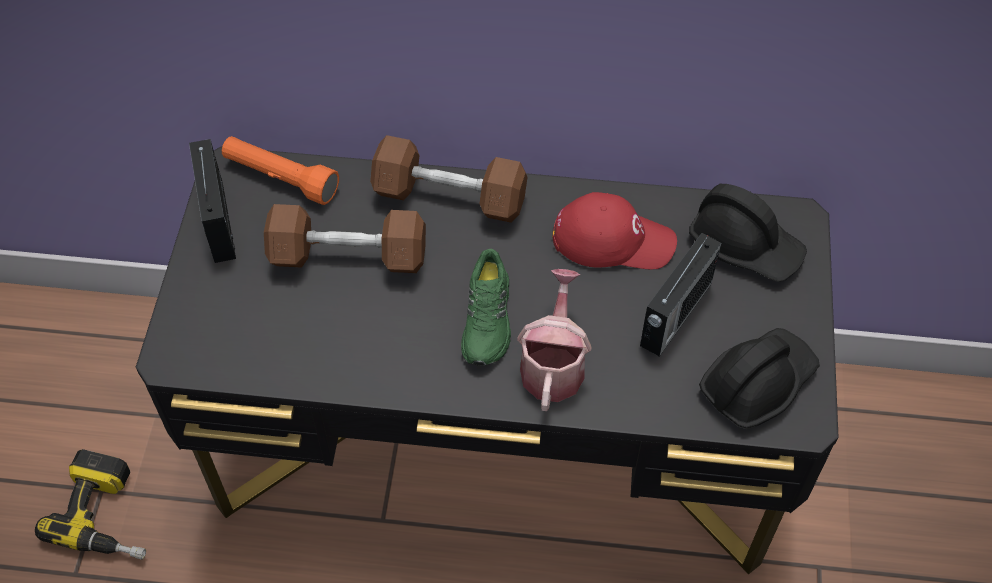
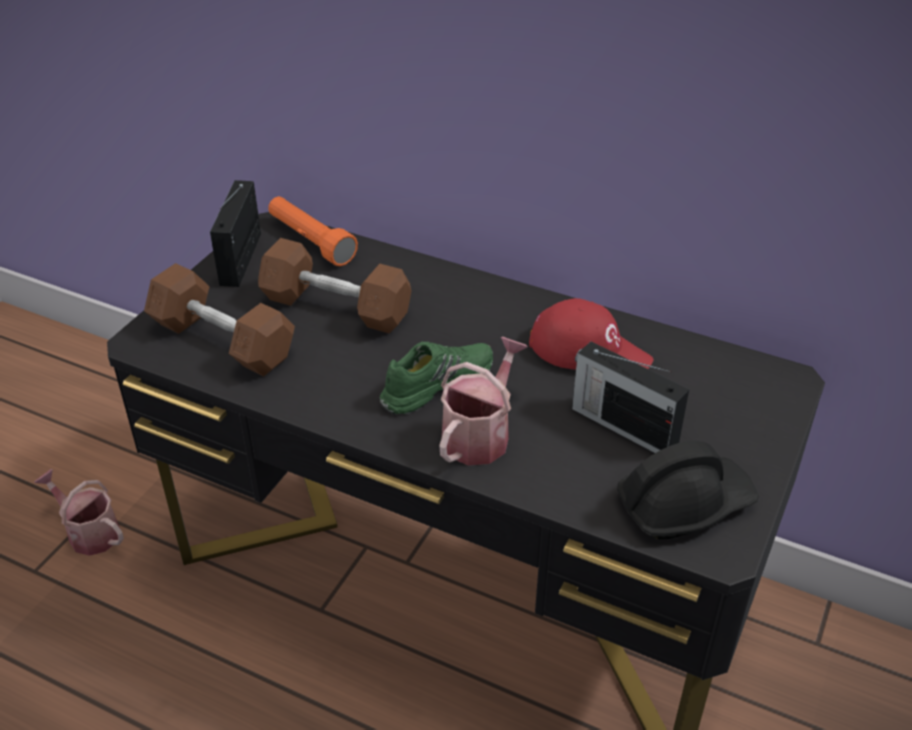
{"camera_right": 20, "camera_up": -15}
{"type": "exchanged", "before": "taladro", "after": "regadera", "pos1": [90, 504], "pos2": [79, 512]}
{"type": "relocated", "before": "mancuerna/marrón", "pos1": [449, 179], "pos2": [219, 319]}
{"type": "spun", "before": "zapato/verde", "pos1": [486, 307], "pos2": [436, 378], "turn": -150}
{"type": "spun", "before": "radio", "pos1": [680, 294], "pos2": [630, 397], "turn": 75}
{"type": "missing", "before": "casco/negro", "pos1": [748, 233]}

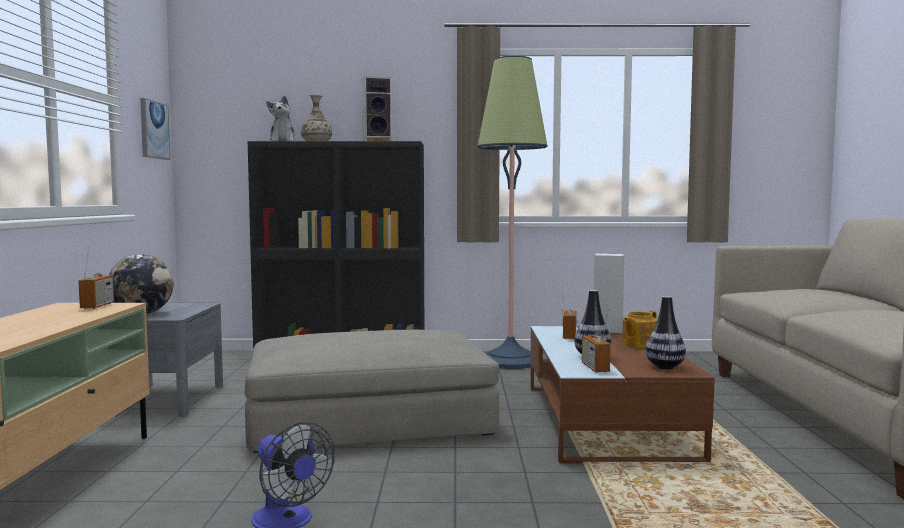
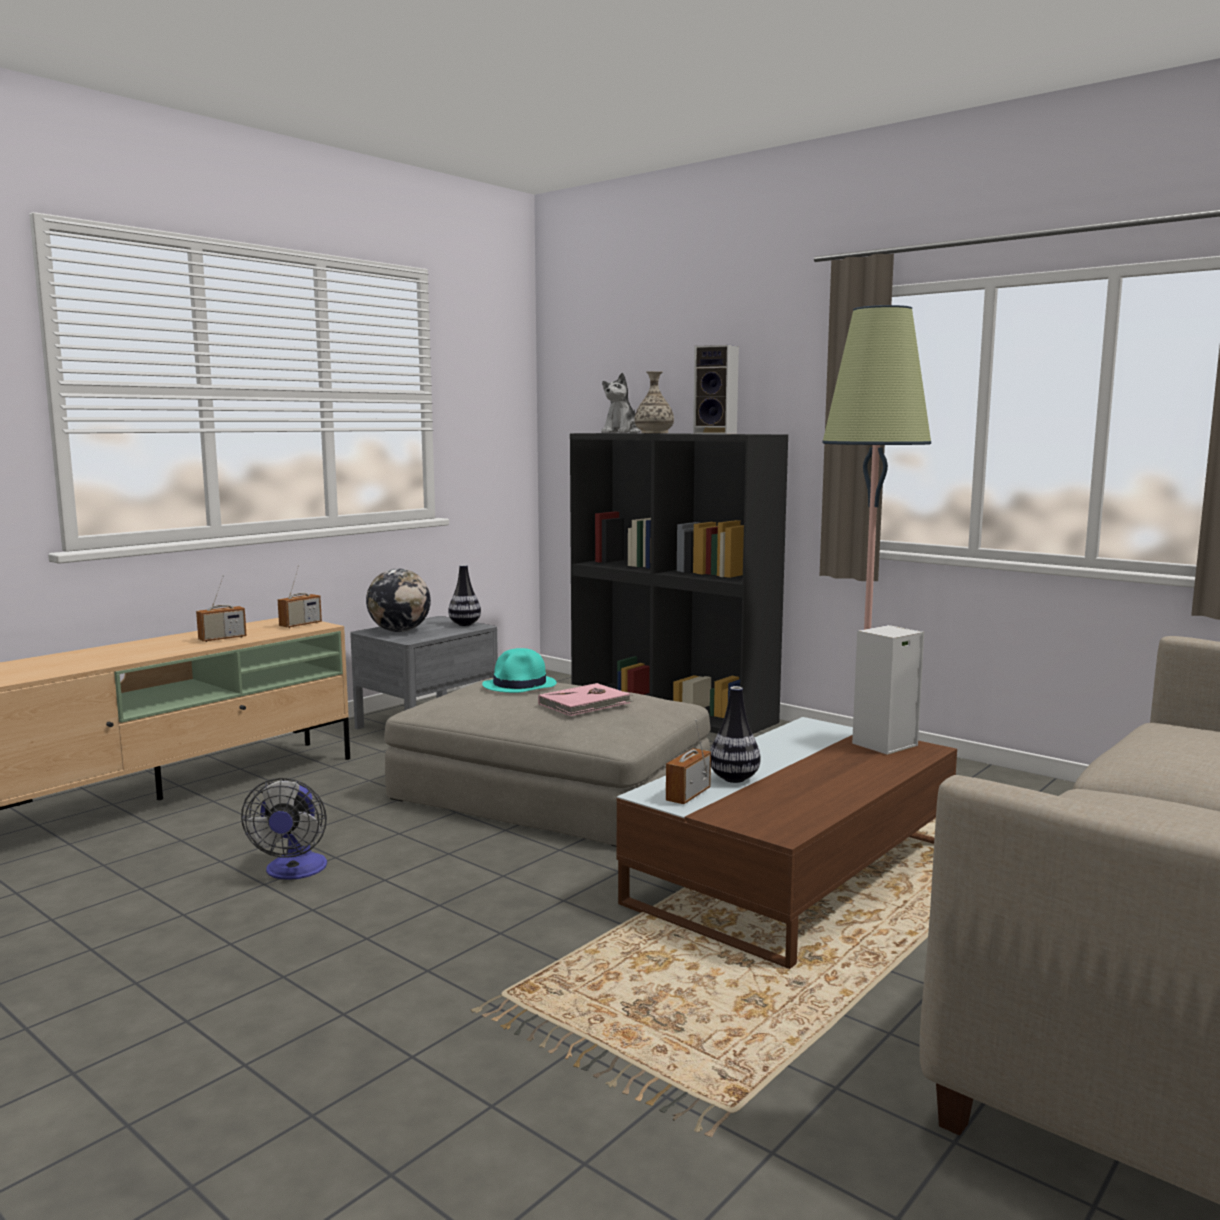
{"camera_right": 40, "camera_up": 5}
{"type": "relocated", "before": "radio", "pos1": [570, 313], "pos2": [221, 608]}
{"type": "relocated", "before": "florero", "pos1": [666, 332], "pos2": [464, 595]}
{"type": "appeared", "after": "sombrero/turquesa", "pos2": [519, 670]}
{"type": "appeared", "after": "libro/rosa", "pos2": [586, 699]}
{"type": "missing", "before": "cuadro", "pos1": [155, 129]}
{"type": "missing", "before": "tetera", "pos1": [640, 329]}

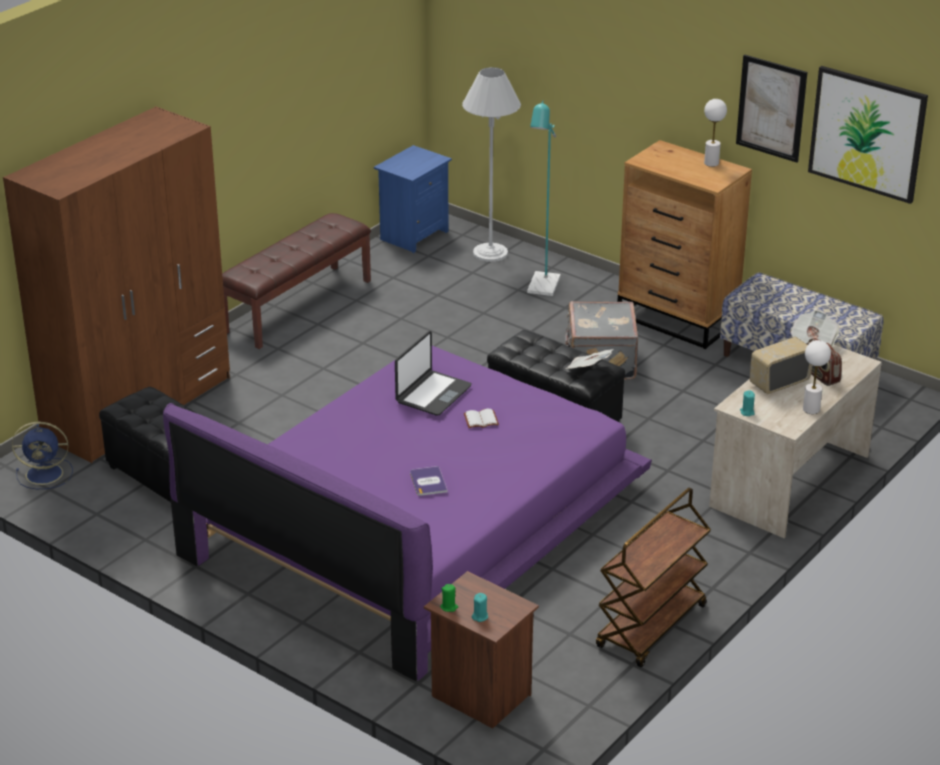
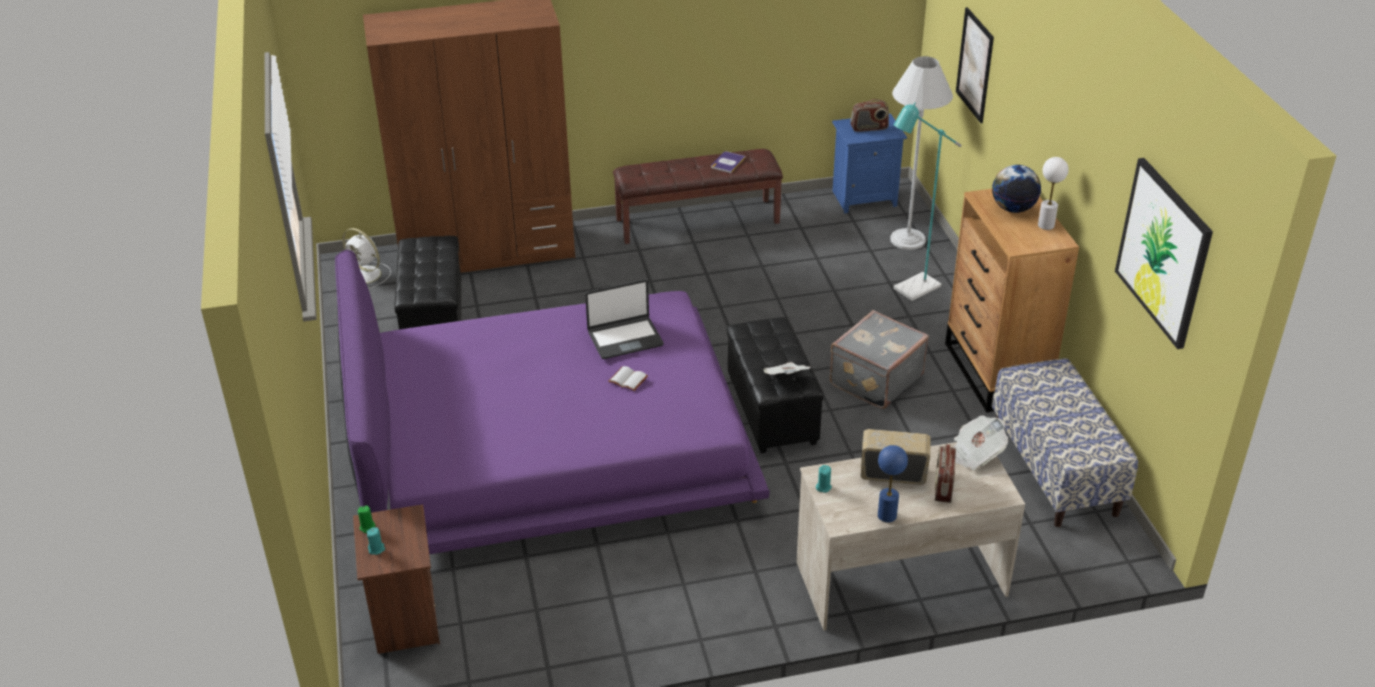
{"camera_right": 40, "camera_up": 5}
{"type": "colour", "before": "ventilador/azul", "after": "ventilador/blanco", "pos1": [42, 455], "pos2": [366, 258]}
{"type": "relocated", "before": "libro", "pos1": [429, 481], "pos2": [728, 162]}
{"type": "appeared", "after": "radio", "pos2": [869, 115]}
{"type": "colour", "before": "lámpara de mesa/blanco", "after": "lámpara de mesa/azul", "pos1": [817, 377], "pos2": [893, 484]}
{"type": "relocated", "before": "cuadro", "pos1": [771, 108], "pos2": [975, 65]}
{"type": "appeared", "after": "globo terráqueo", "pos2": [1016, 189]}
{"type": "missing", "before": "carrito/marrón", "pos1": [653, 577]}

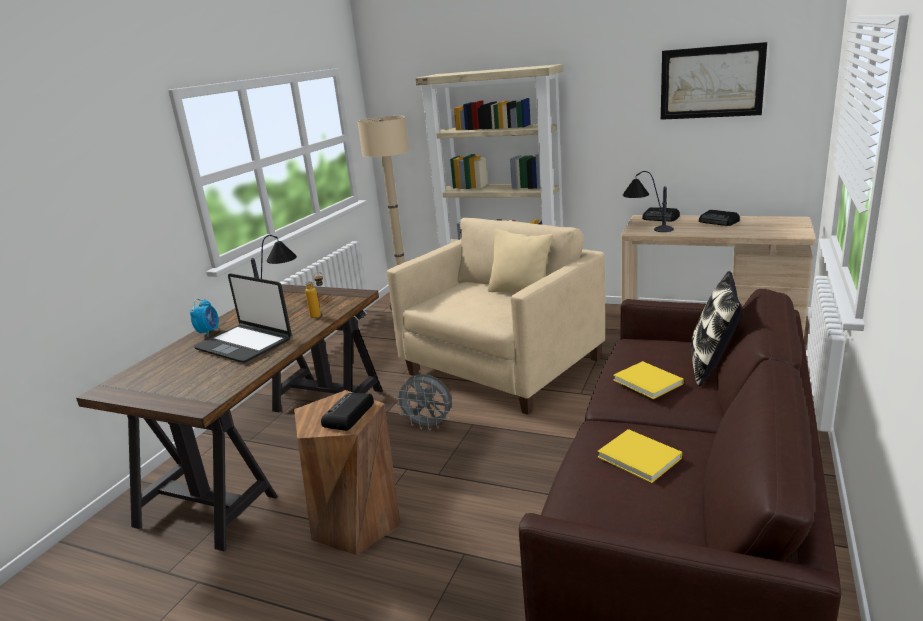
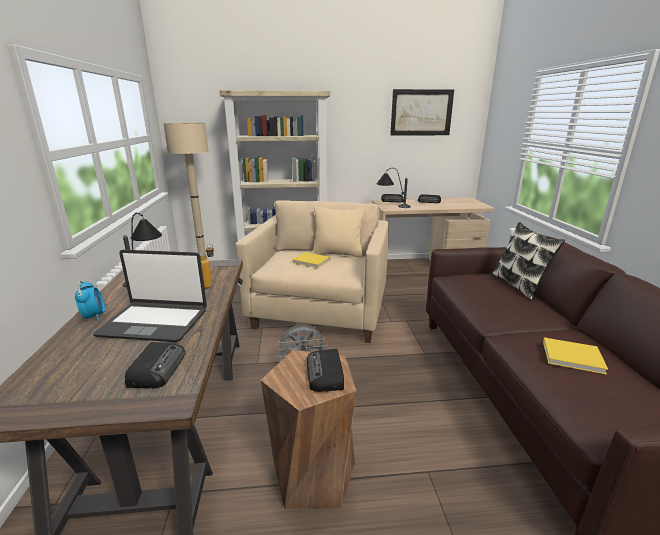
{"camera_right": -30, "camera_up": 0}
{"type": "appeared", "after": "radio", "pos2": [155, 365]}
{"type": "relocated", "before": "libro/amarillo", "pos1": [649, 380], "pos2": [311, 260]}

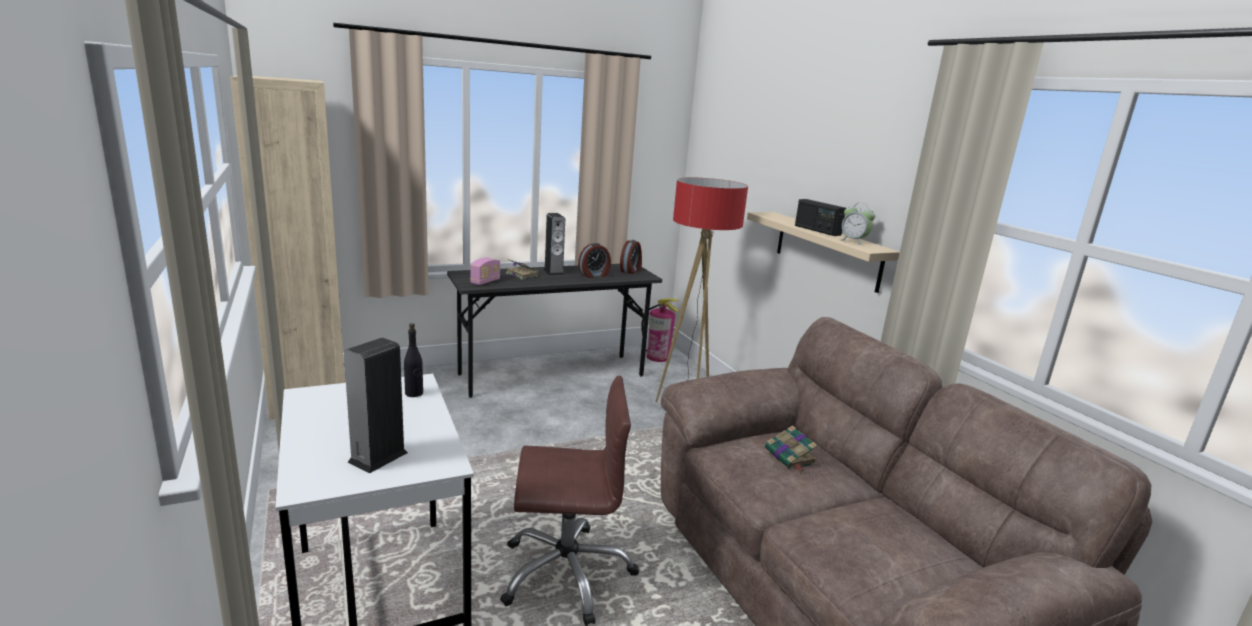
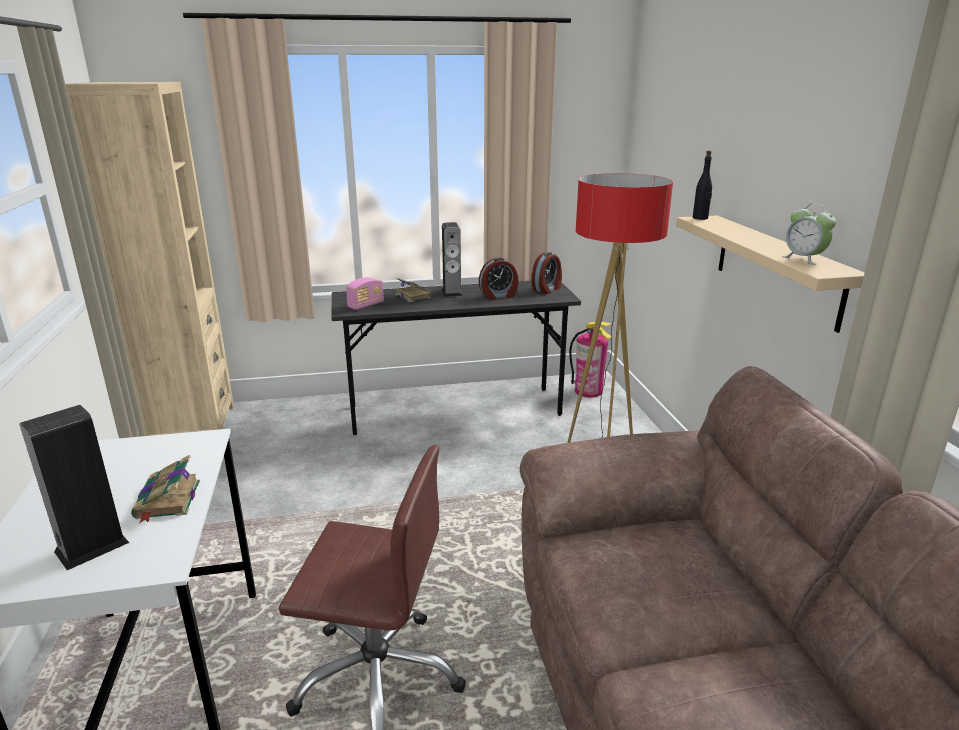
{"camera_right": 15, "camera_up": 5}
{"type": "relocated", "before": "libro", "pos1": [791, 448], "pos2": [165, 489]}
{"type": "relocated", "before": "botella/negro", "pos1": [413, 360], "pos2": [702, 185]}
{"type": "missing", "before": "radio", "pos1": [820, 217]}

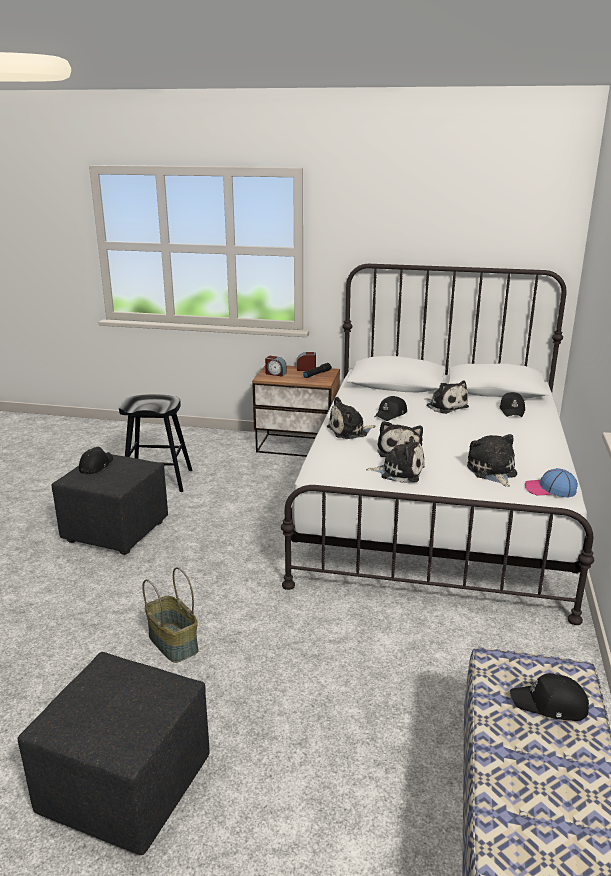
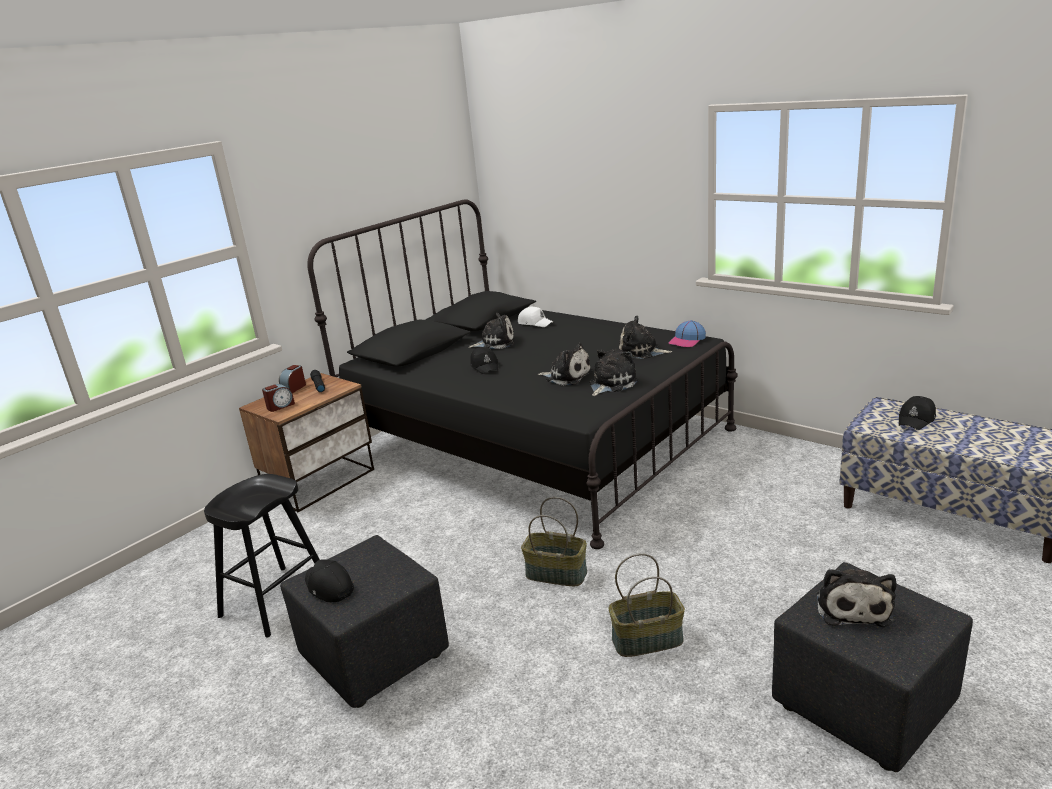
{"camera_right": -60, "camera_up": 0}
{"type": "colour", "before": "cama/blanco", "after": "cama/negro", "pos1": [437, 444], "pos2": [522, 374]}
{"type": "colour", "before": "gorra/negro", "after": "gorra/blanco", "pos1": [512, 404], "pos2": [535, 316]}
{"type": "appeared", "after": "cesta", "pos2": [554, 541]}
{"type": "relocated", "before": "peluche", "pos1": [351, 418], "pos2": [856, 598]}

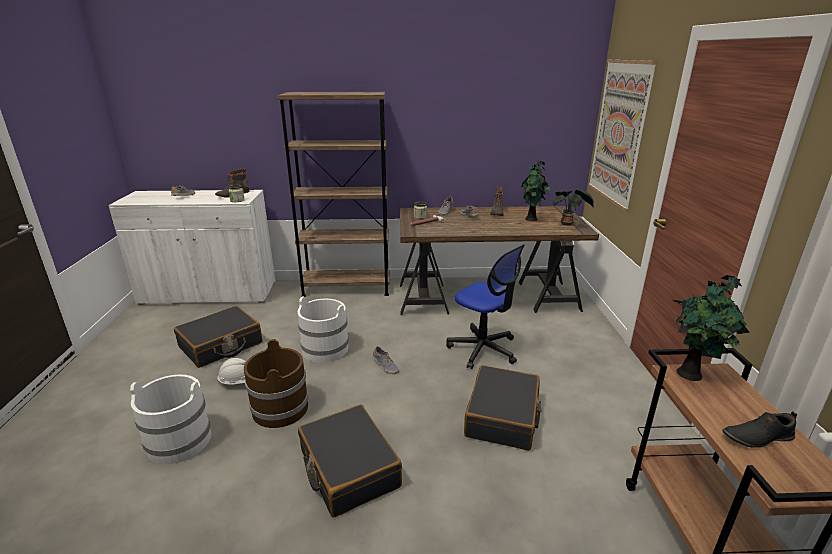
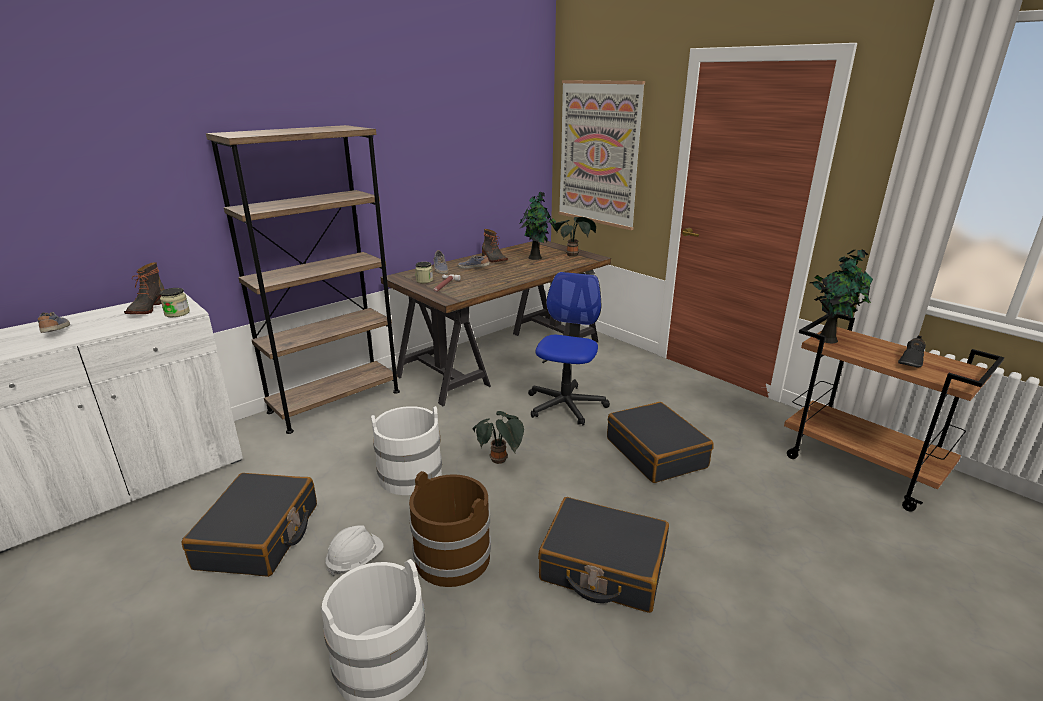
{"camera_right": -40, "camera_up": 0}
{"type": "exchanged", "before": "zapato", "after": "planta en maceta", "pos1": [385, 360], "pos2": [498, 437]}
{"type": "spun", "before": "silla de oficina", "pos1": [485, 306], "pos2": [569, 349], "turn": -75}

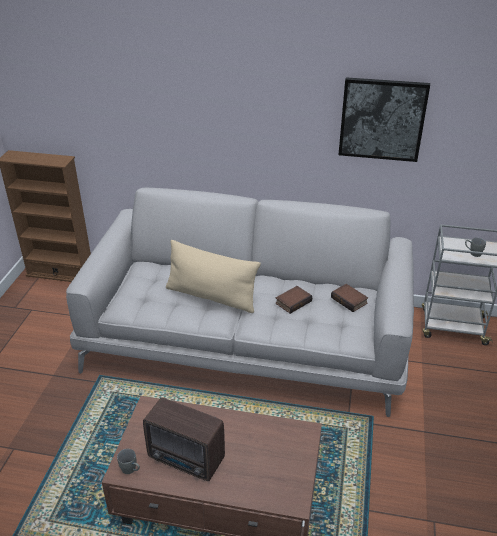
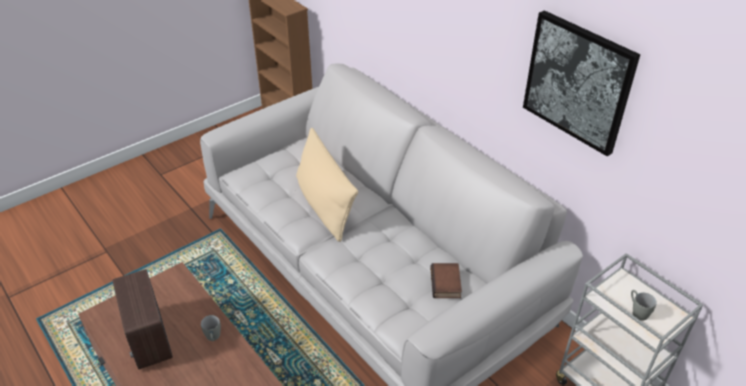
{"camera_right": 40, "camera_up": 5}
{"type": "relocated", "before": "taza grande/gris", "pos1": [128, 461], "pos2": [211, 328]}
{"type": "missing", "before": "libro", "pos1": [293, 300]}

